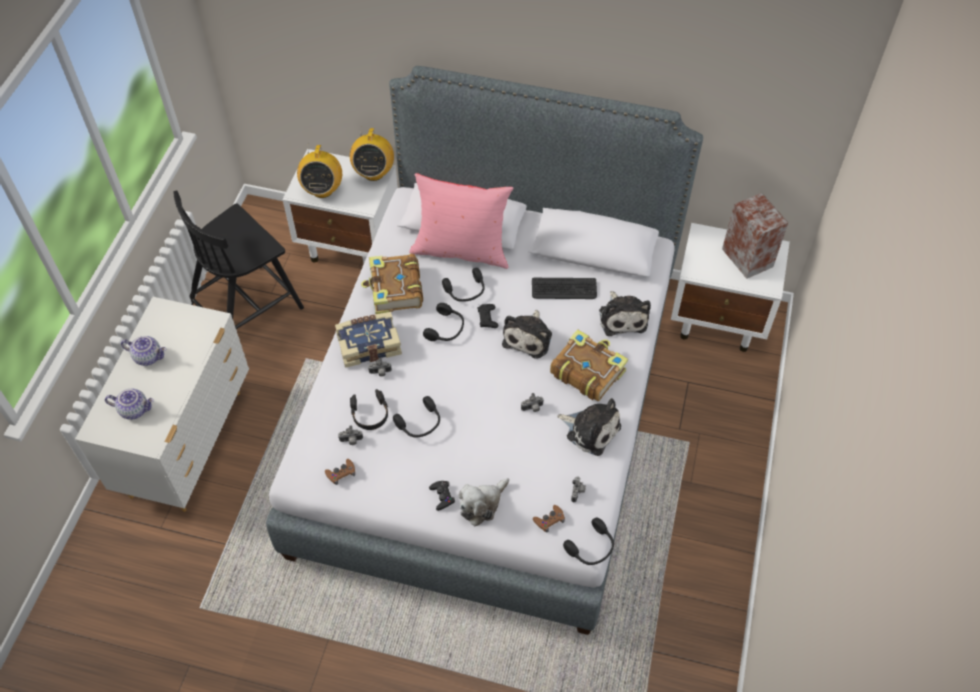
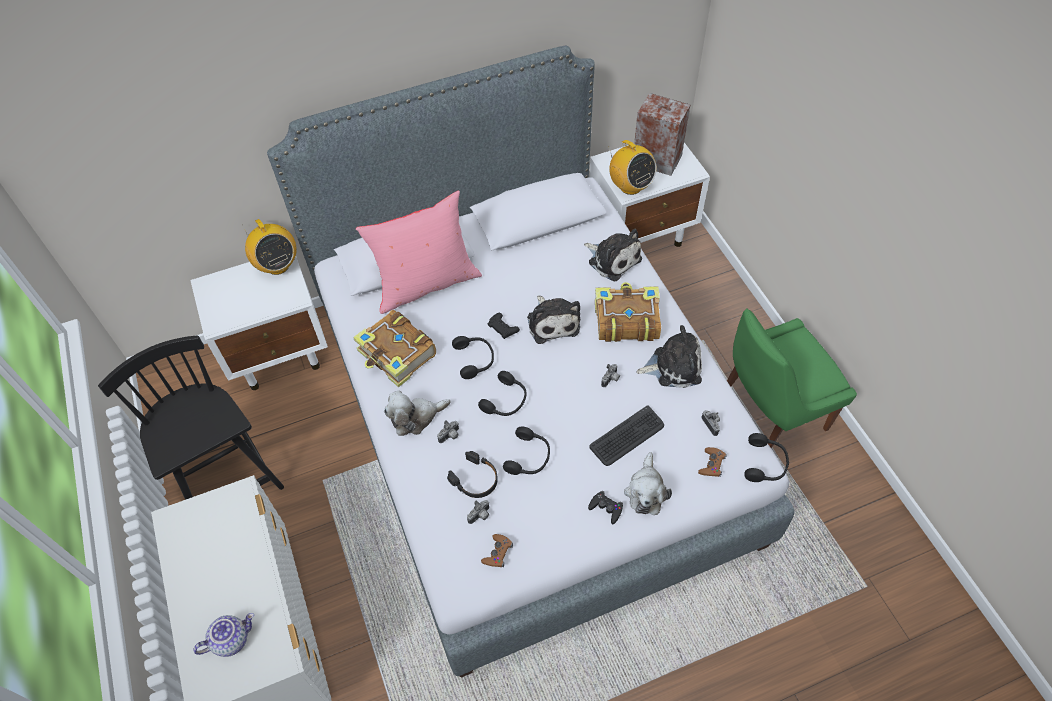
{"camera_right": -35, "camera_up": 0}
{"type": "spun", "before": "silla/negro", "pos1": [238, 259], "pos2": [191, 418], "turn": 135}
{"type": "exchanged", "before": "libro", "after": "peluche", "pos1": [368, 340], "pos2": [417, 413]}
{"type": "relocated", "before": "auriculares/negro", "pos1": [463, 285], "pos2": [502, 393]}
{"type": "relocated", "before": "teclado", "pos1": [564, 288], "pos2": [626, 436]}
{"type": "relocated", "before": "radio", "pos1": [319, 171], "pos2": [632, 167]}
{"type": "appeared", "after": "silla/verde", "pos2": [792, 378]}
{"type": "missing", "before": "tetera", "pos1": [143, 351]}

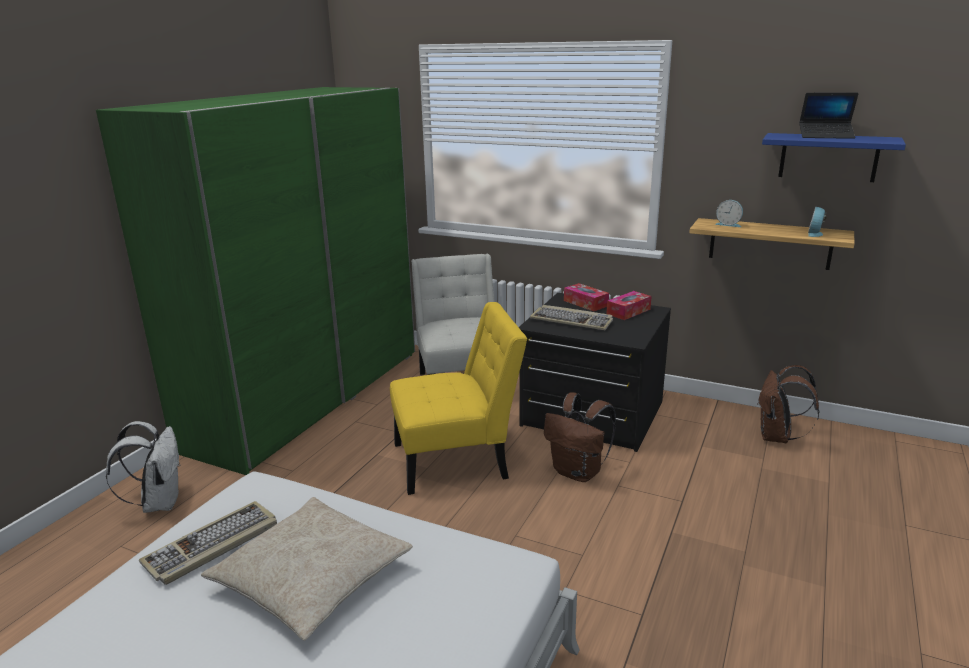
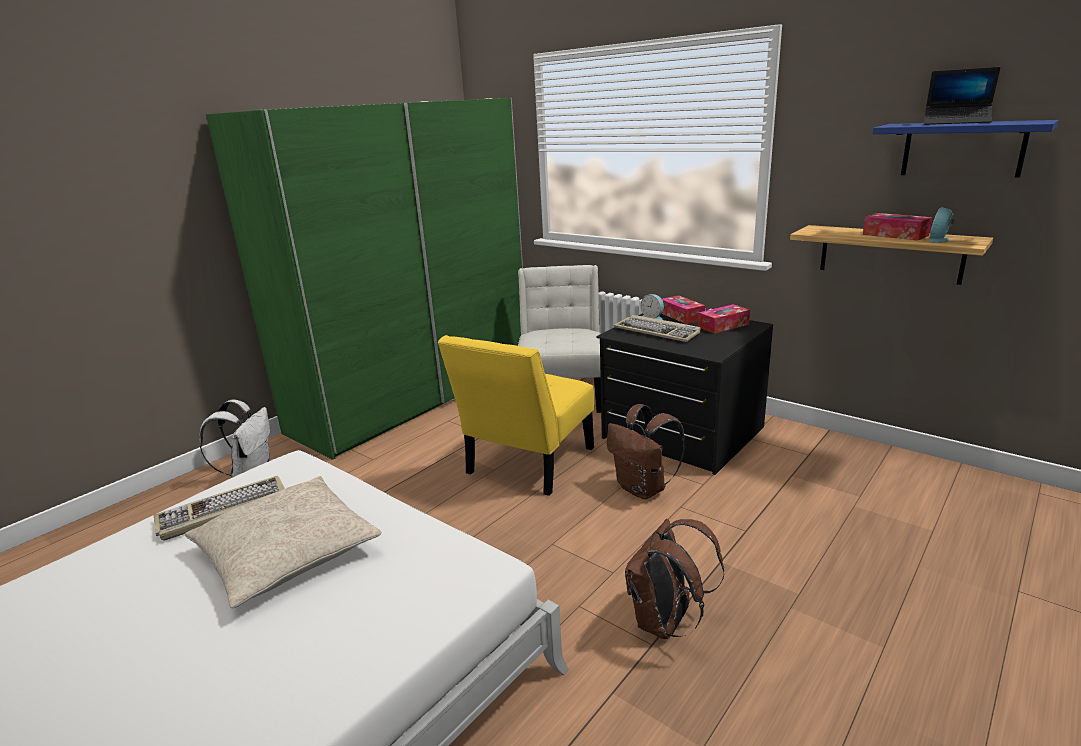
{"camera_right": 15, "camera_up": 0}
{"type": "spun", "before": "silla/amarillo", "pos1": [458, 398], "pos2": [516, 415], "turn": 120}
{"type": "relocated", "before": "mochila/marrón", "pos1": [788, 404], "pos2": [674, 579]}
{"type": "relocated", "before": "despertador", "pos1": [729, 213], "pos2": [652, 307]}
{"type": "appeared", "after": "caja de pañuelos", "pos2": [898, 227]}

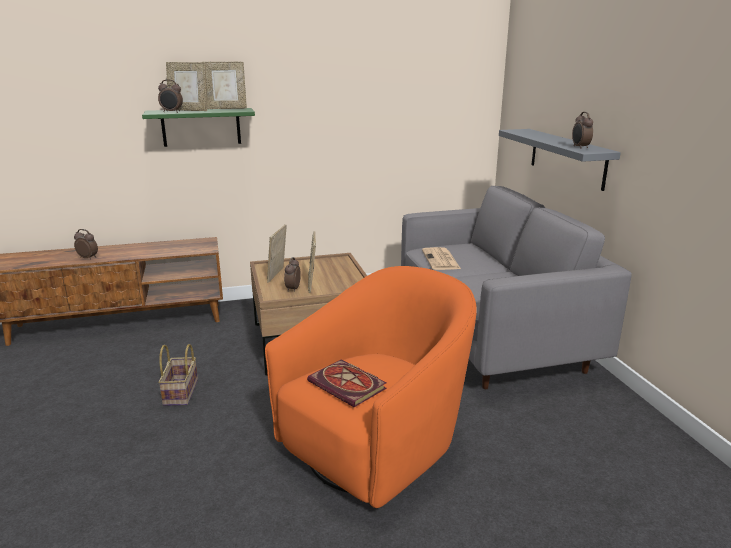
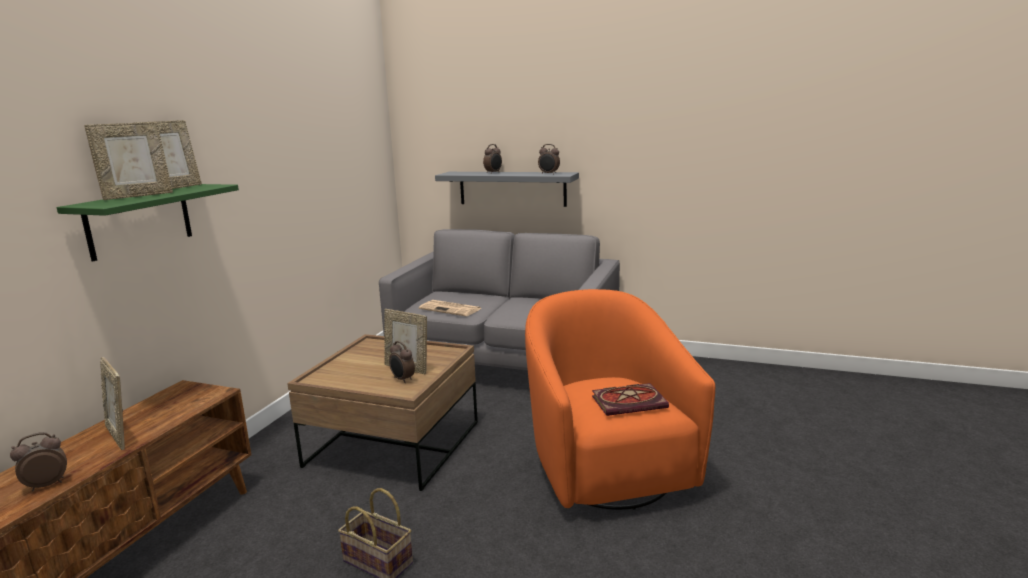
{"camera_right": -55, "camera_up": -5}
{"type": "relocated", "before": "portarretratos", "pos1": [277, 253], "pos2": [112, 403]}
{"type": "relocated", "before": "despertador", "pos1": [170, 96], "pos2": [492, 158]}

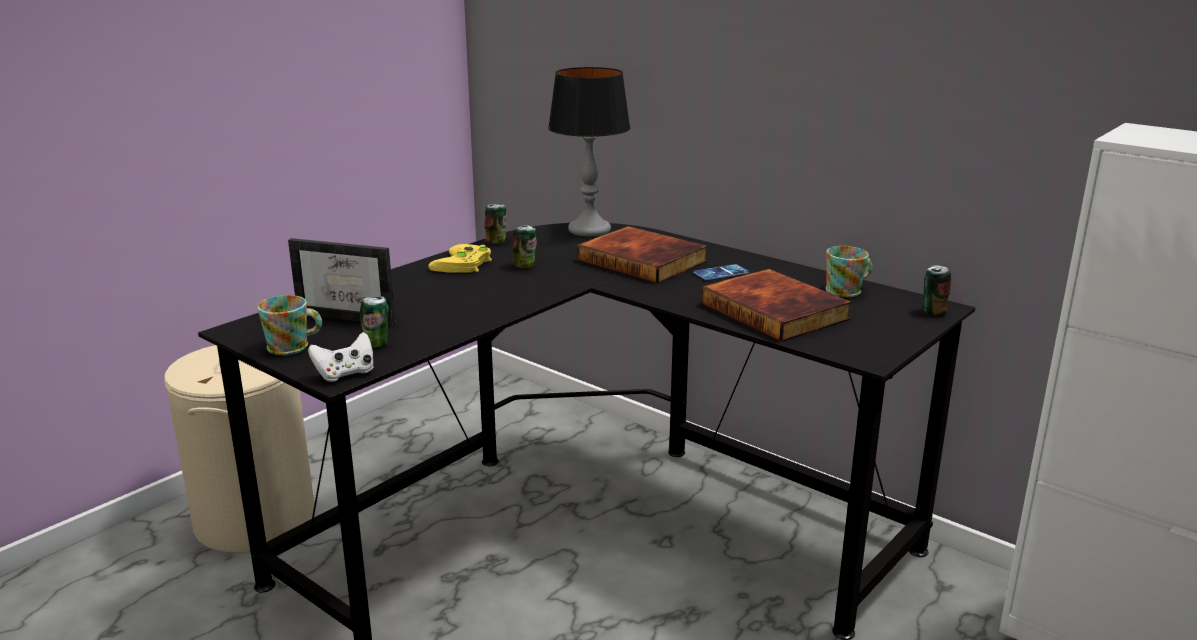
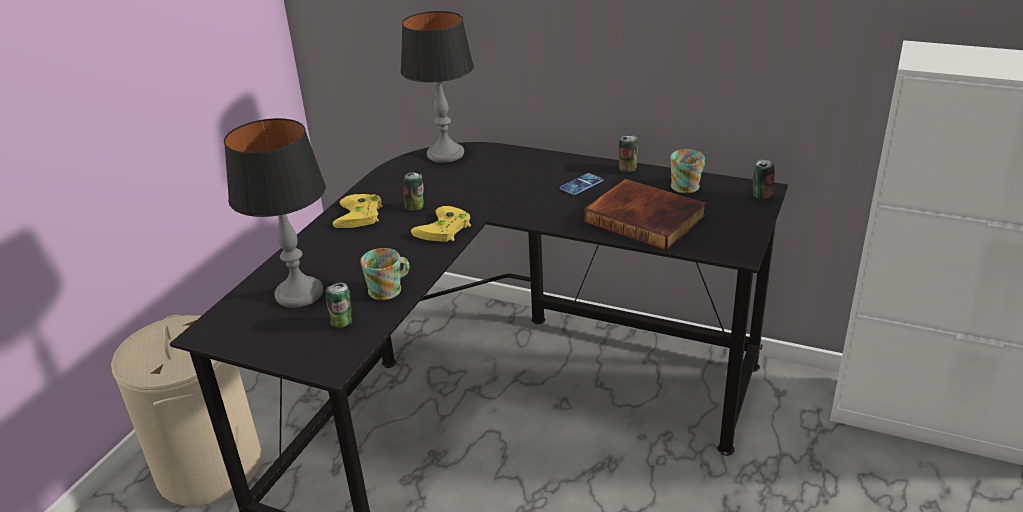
{"camera_right": -15, "camera_up": 10}
{"type": "exchanged", "before": "portarretratos", "after": "lámpara de mesa", "pos1": [341, 282], "pos2": [275, 213]}
{"type": "relocated", "before": "taza grande", "pos1": [289, 325], "pos2": [385, 274]}
{"type": "appeared", "after": "mando de consola/amarillo", "pos2": [441, 224]}
{"type": "relocated", "before": "lata", "pos1": [495, 224], "pos2": [628, 154]}
{"type": "missing", "before": "mando de consola/blanco", "pos1": [341, 357]}
{"type": "missing", "before": "libro", "pos1": [642, 255]}

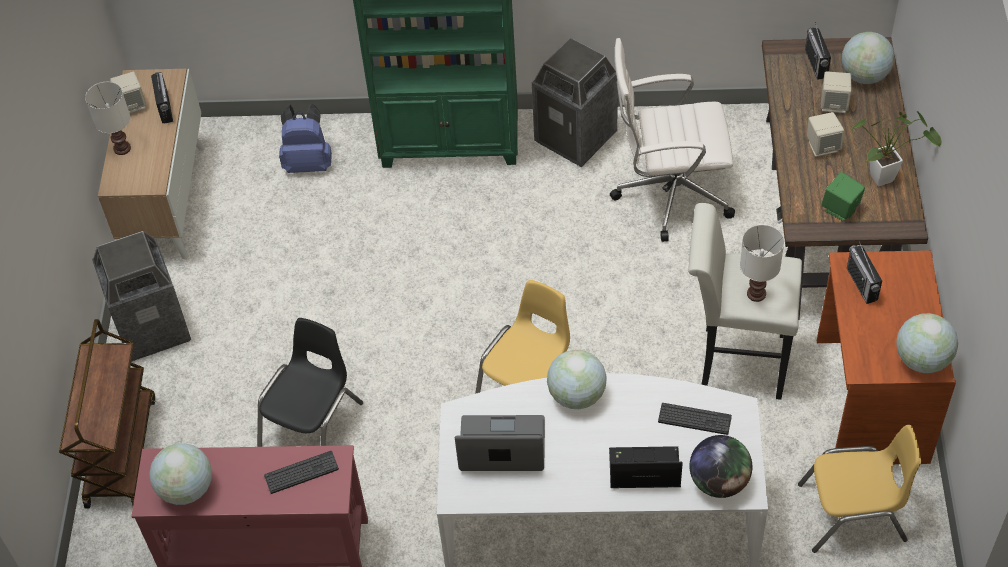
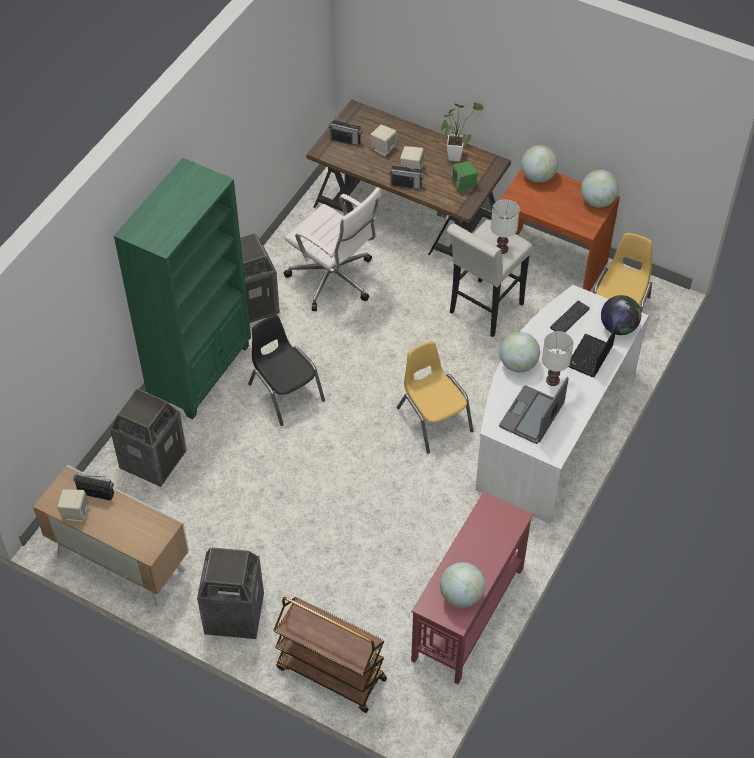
{"camera_right": -65, "camera_up": 0}
{"type": "exchanged", "before": "mochila/azul", "after": "papelera", "pos1": [305, 138], "pos2": [148, 438]}
{"type": "relocated", "before": "silla/negro", "pos1": [310, 382], "pos2": [286, 370]}
{"type": "spun", "before": "silla de oficina/blanco", "pos1": [672, 140], "pos2": [332, 249], "turn": -75}
{"type": "relocated", "before": "radio", "pos1": [864, 272], "pos2": [406, 176]}
{"type": "relocated", "before": "globo terráqueo", "pos1": [868, 58], "pos2": [539, 164]}
{"type": "relocated", "before": "lámpara de mesa/blanco", "pos1": [108, 118], "pos2": [558, 358]}
{"type": "missing", "before": "teclado", "pos1": [301, 472]}

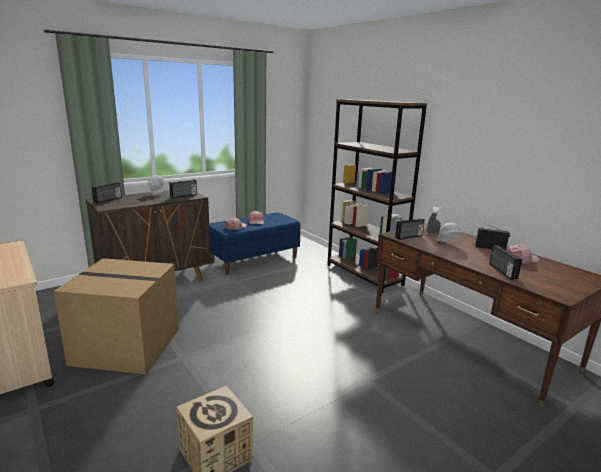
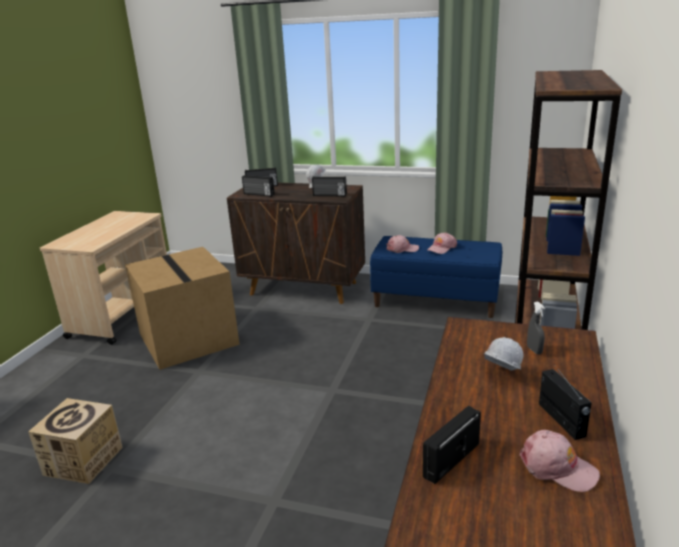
{"camera_right": 55, "camera_up": 5}
{"type": "relocated", "before": "radio", "pos1": [410, 229], "pos2": [258, 186]}

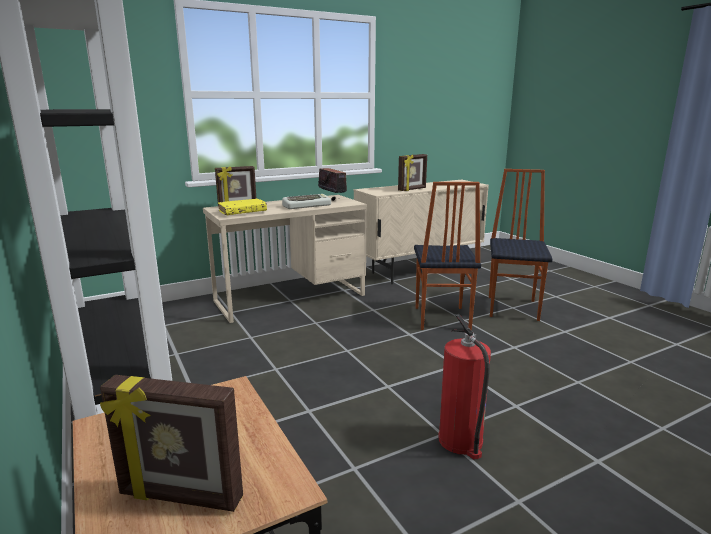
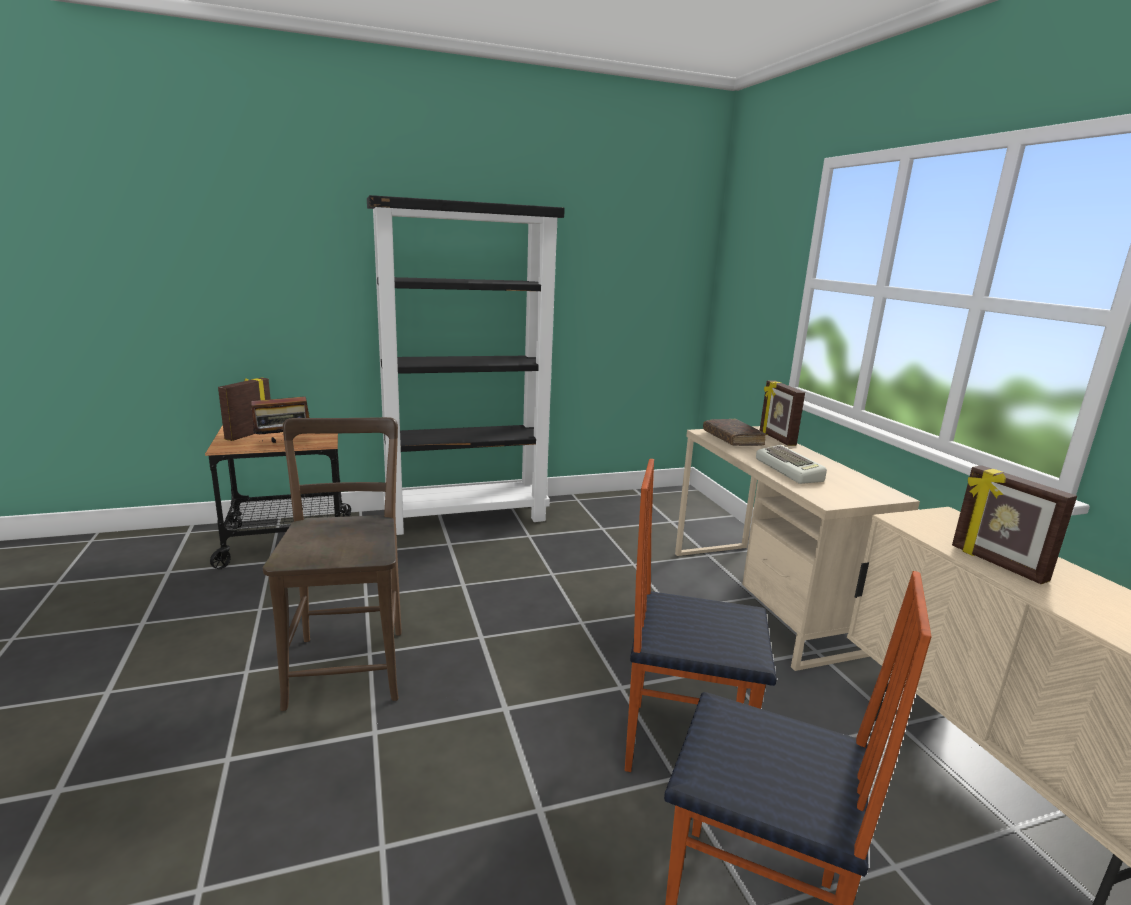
{"camera_right": 100, "camera_up": 0}
{"type": "relocated", "before": "radio", "pos1": [332, 184], "pos2": [280, 416]}
{"type": "exchanged", "before": "extintor", "after": "silla/marrón", "pos1": [464, 386], "pos2": [332, 564]}
{"type": "colour", "before": "libro/amarillo", "after": "libro/marrón", "pos1": [242, 206], "pos2": [734, 432]}

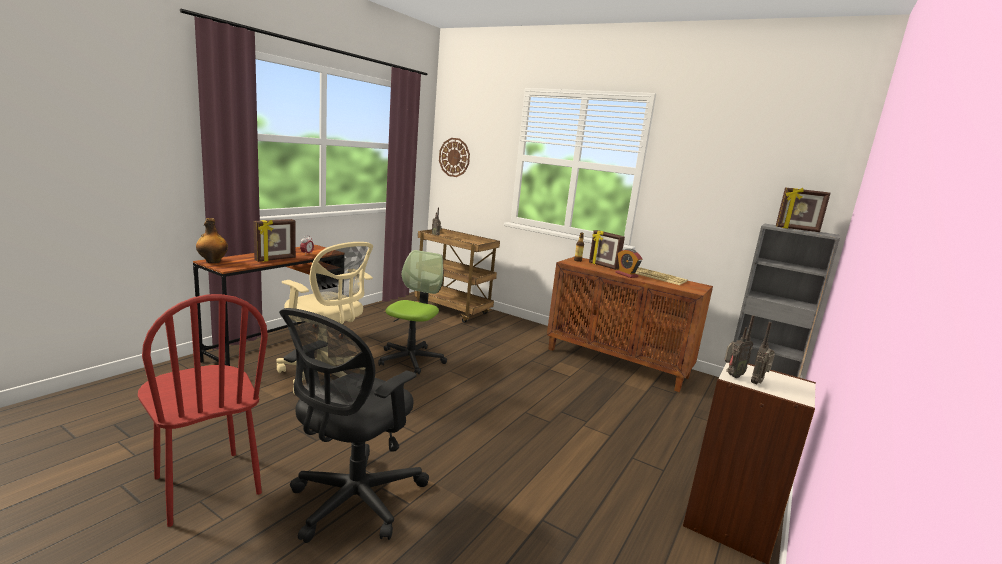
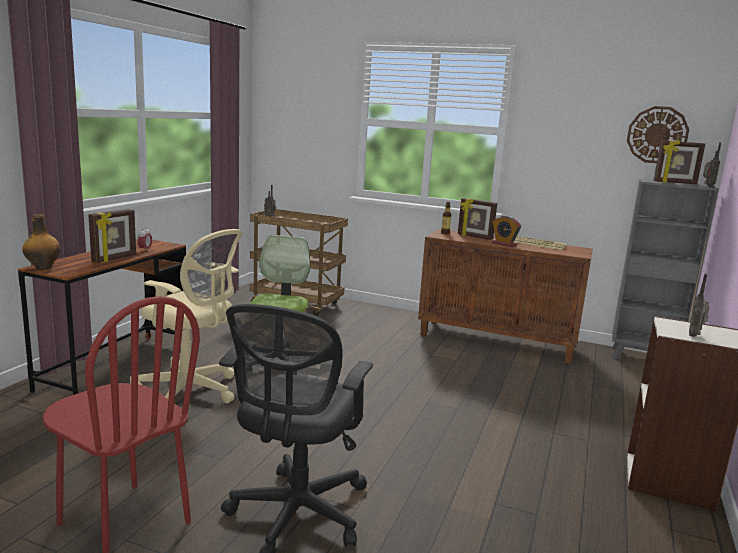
{"camera_right": -10, "camera_up": 0}
{"type": "relocated", "before": "reloj de pared", "pos1": [454, 157], "pos2": [658, 134]}
{"type": "relocated", "before": "radio", "pos1": [739, 346], "pos2": [712, 164]}

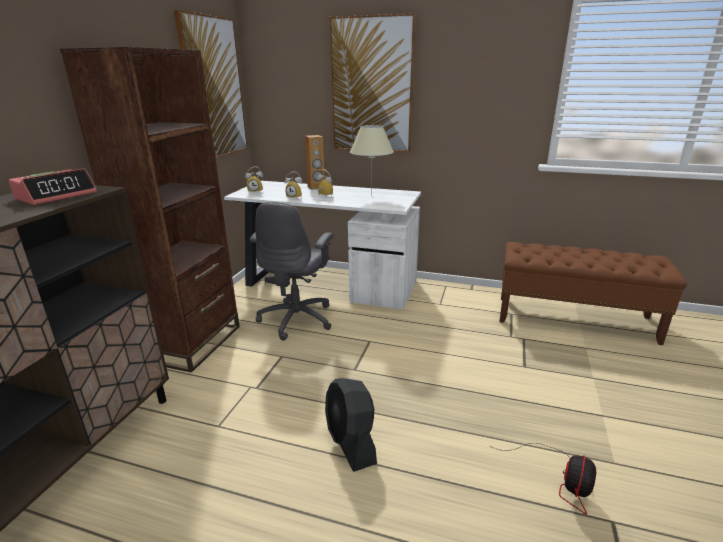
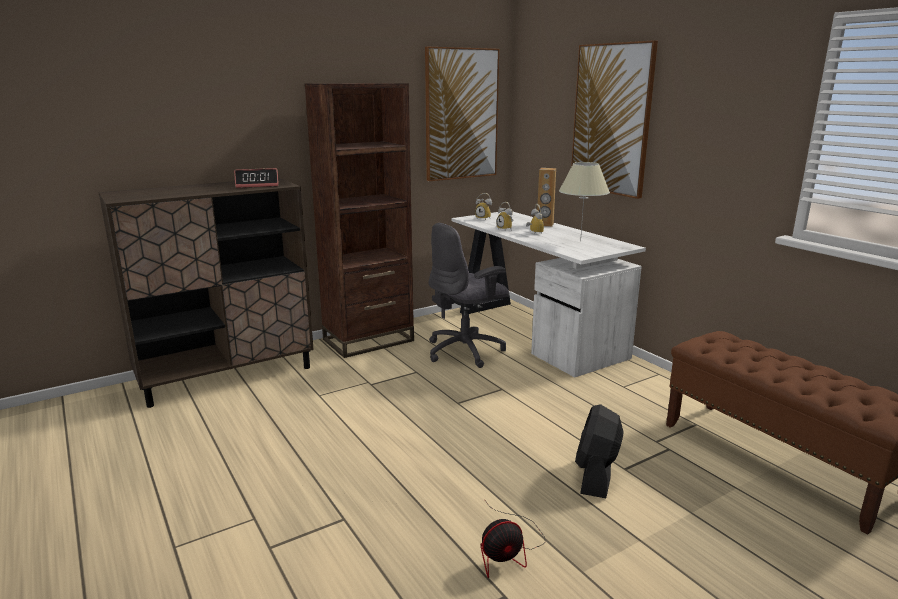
{"camera_right": 40, "camera_up": -5}
{"type": "relocated", "before": "ventilador/negro", "pos1": [351, 425], "pos2": [599, 451]}

